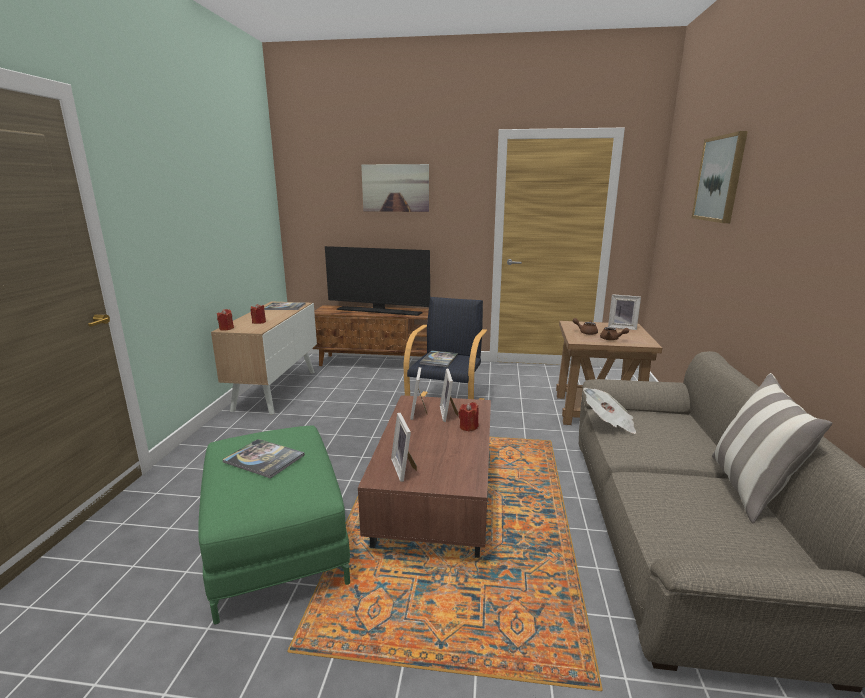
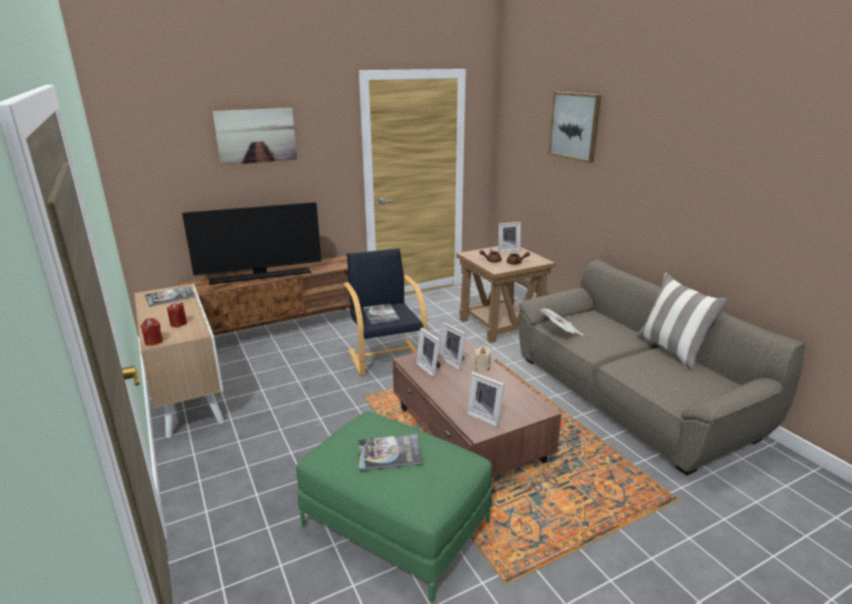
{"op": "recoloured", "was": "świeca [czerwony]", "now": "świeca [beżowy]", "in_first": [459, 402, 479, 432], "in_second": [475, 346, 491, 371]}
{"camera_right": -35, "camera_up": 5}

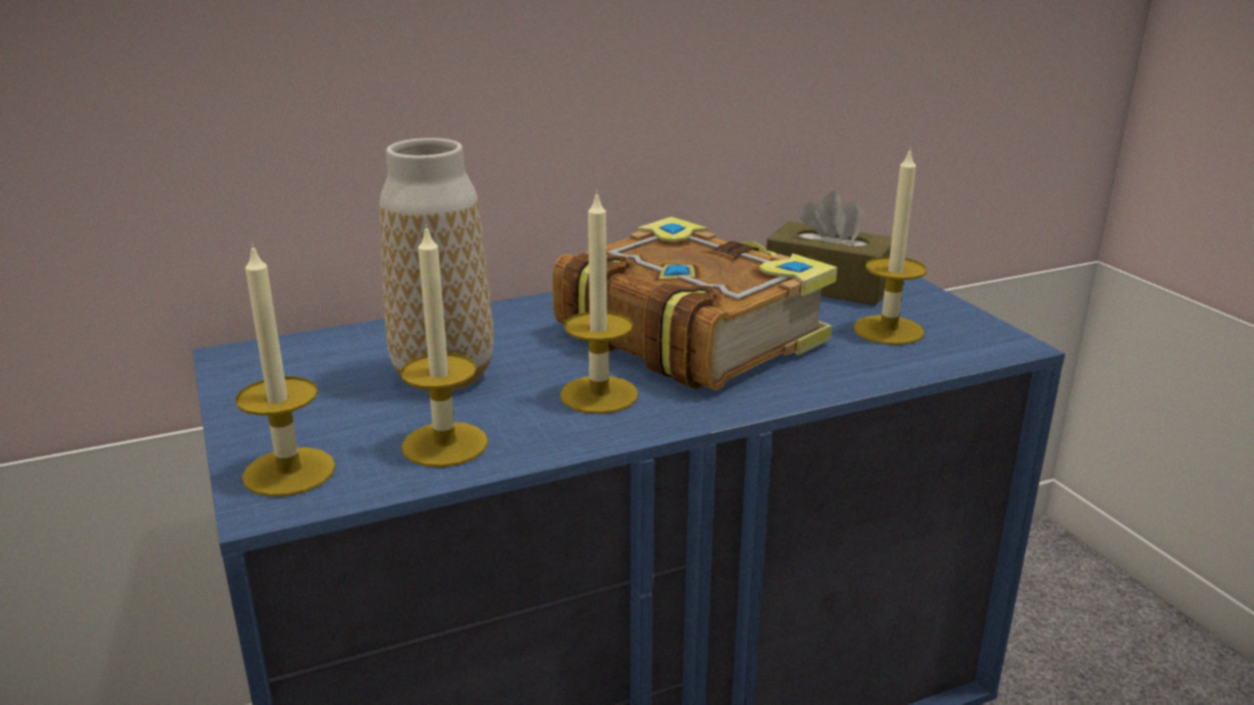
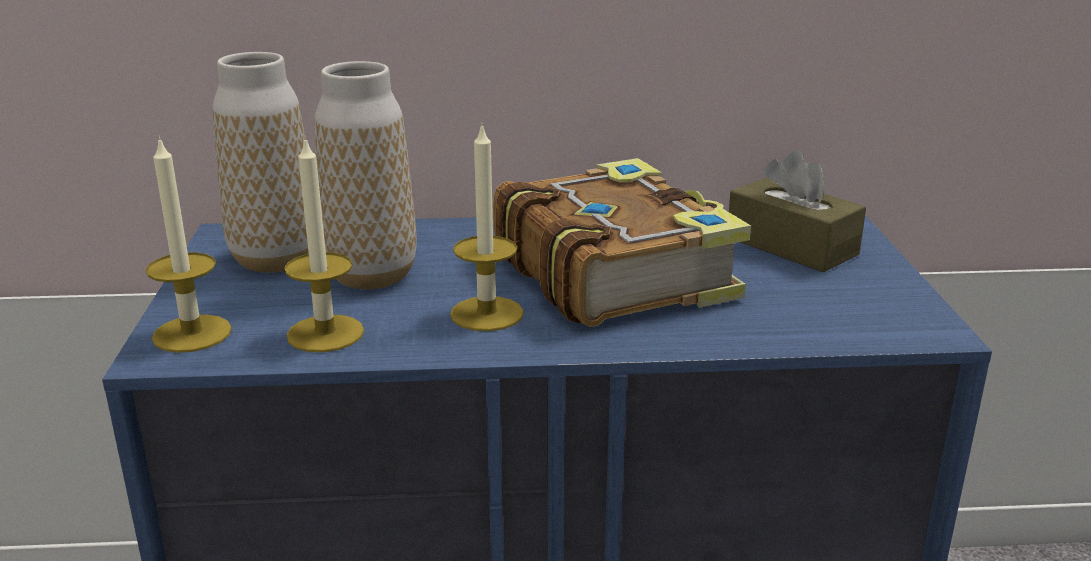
{"op": "removed", "was": "świeca", "in_first": [854, 147, 927, 345]}
{"op": "added", "now": "wazon", "in_second": [213, 52, 309, 273]}
{"camera_right": 20, "camera_up": 0}

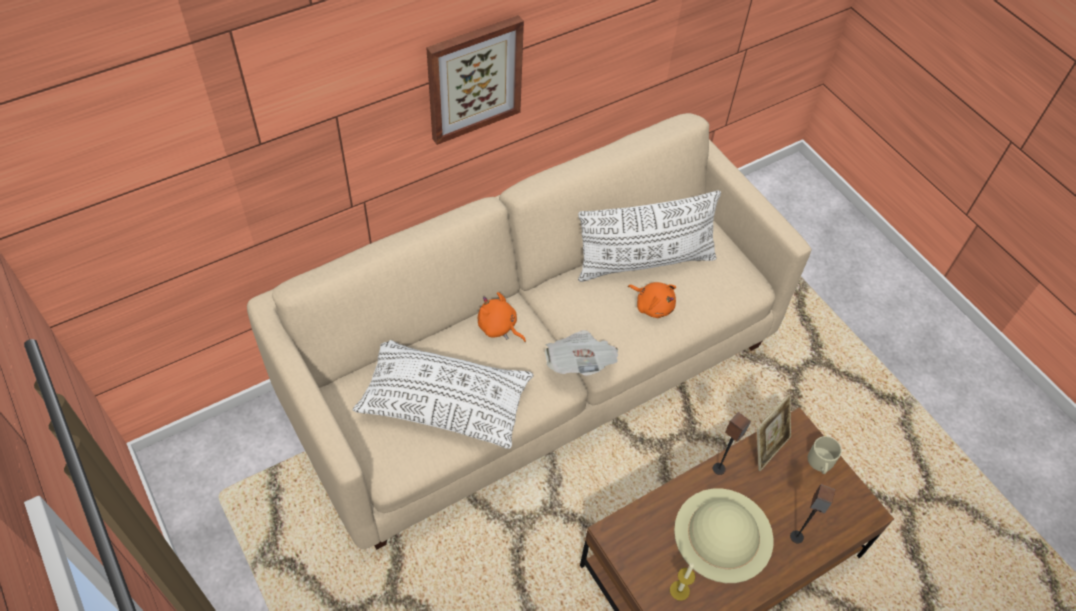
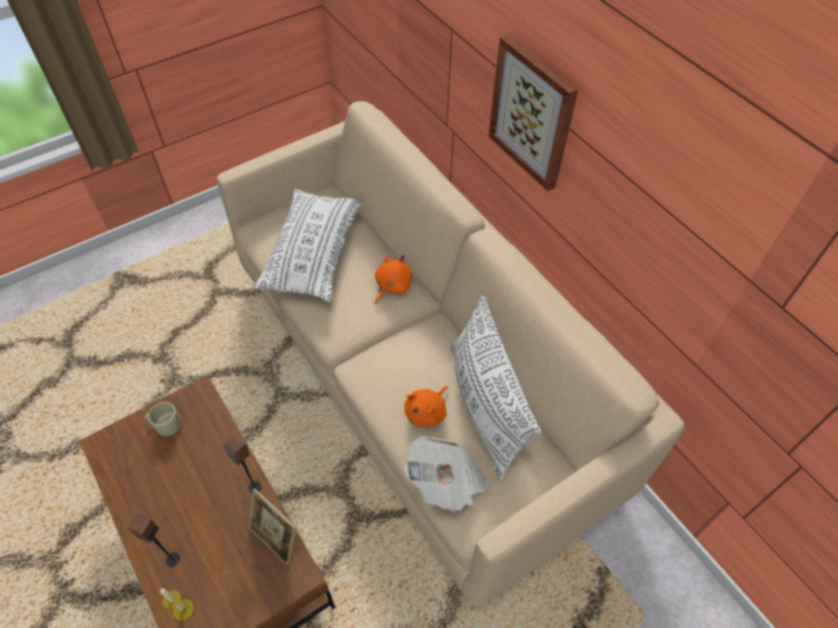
{"op": "moved", "was": "gazeta", "in_first": [545, 330, 618, 376], "in_second": [403, 436, 491, 512]}
{"op": "moved", "was": "kubek [beżowy]", "in_first": [808, 436, 842, 474], "in_second": [145, 402, 181, 436]}
{"op": "removed", "was": "kapelusz [beżowy]", "in_first": [674, 489, 774, 583]}
{"op": "moved", "was": "świeca", "in_first": [670, 563, 695, 601], "in_second": [160, 588, 194, 621]}
{"camera_right": 90, "camera_up": 0}

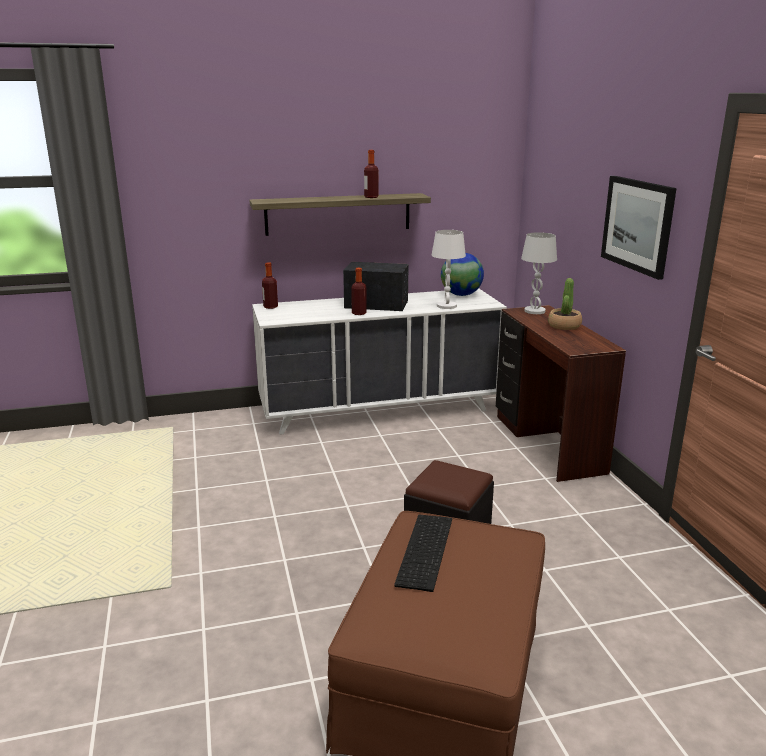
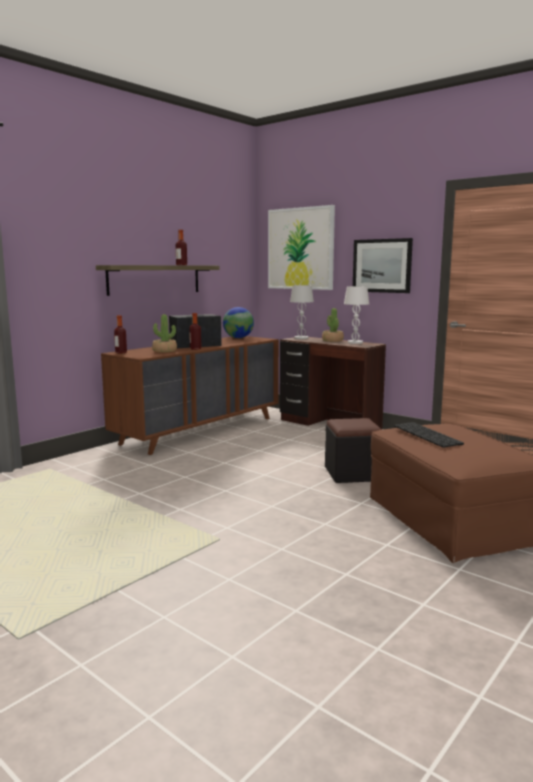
{"op": "moved", "was": "lampa stołowa [biały]", "in_first": [432, 230, 466, 309], "in_second": [344, 286, 369, 344]}
{"op": "recoloured", "was": "komoda [biały]", "now": "komoda [brązowy]", "in_first": [252, 288, 507, 435], "in_second": [101, 336, 279, 455]}
{"op": "added", "now": "obraz", "in_second": [268, 205, 335, 290]}
{"op": "added", "now": "roślina doniczkowa", "in_second": [152, 314, 177, 352]}
{"camera_right": -35, "camera_up": -10}

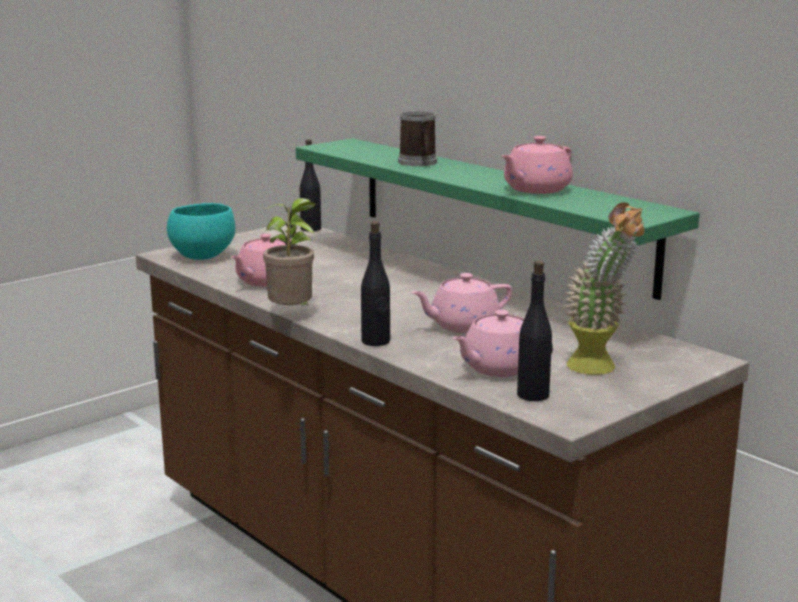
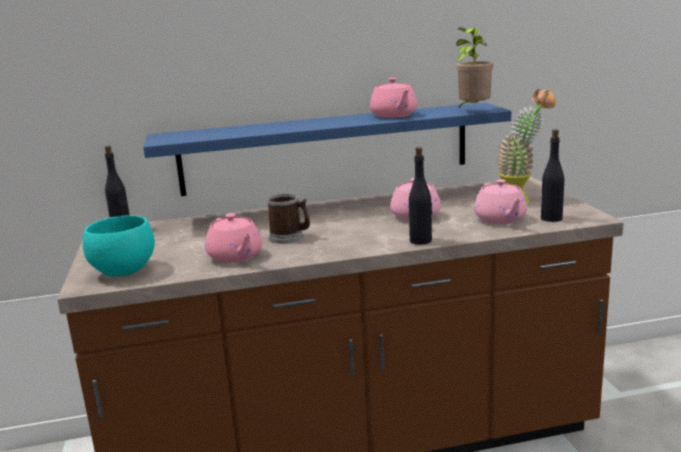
{"op": "moved", "was": "kubek", "in_first": [398, 112, 437, 166], "in_second": [267, 194, 310, 244]}
{"op": "recoloured", "was": "półka [zielony]", "now": "półka [niebieski]", "in_first": [296, 138, 700, 300], "in_second": [143, 102, 511, 196]}
{"op": "moved", "was": "roślina doniczkowa", "in_first": [262, 198, 317, 305], "in_second": [456, 26, 493, 108]}
{"camera_right": -60, "camera_up": 0}

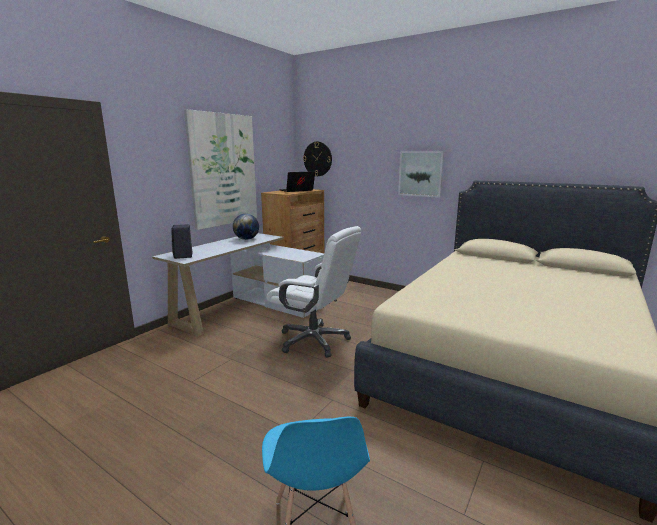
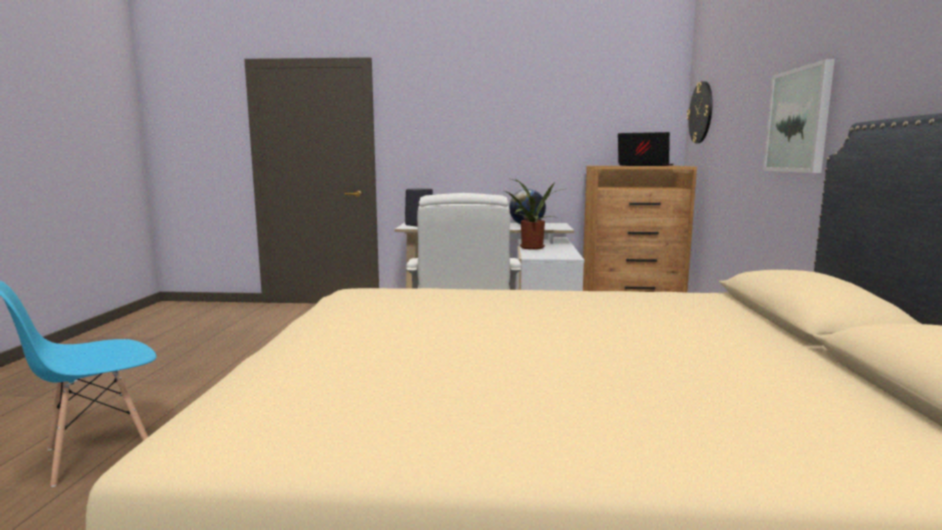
{"op": "removed", "was": "obraz", "in_first": [184, 109, 257, 230]}
{"op": "added", "now": "roślina doniczkowa", "in_second": [504, 179, 563, 250]}
{"camera_right": 60, "camera_up": -5}

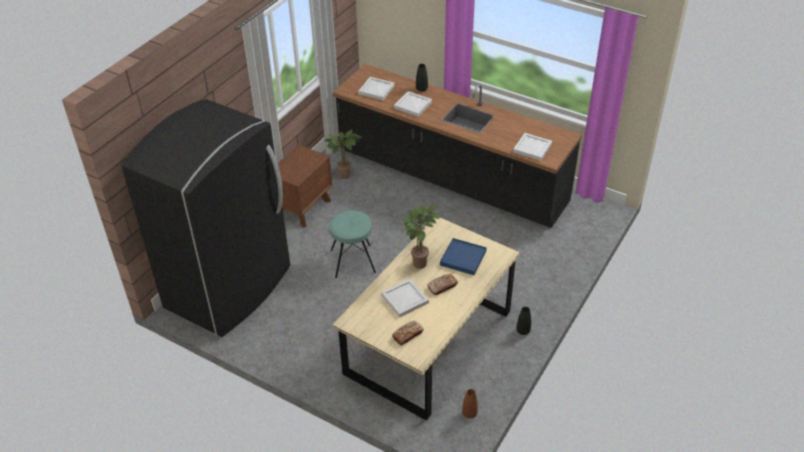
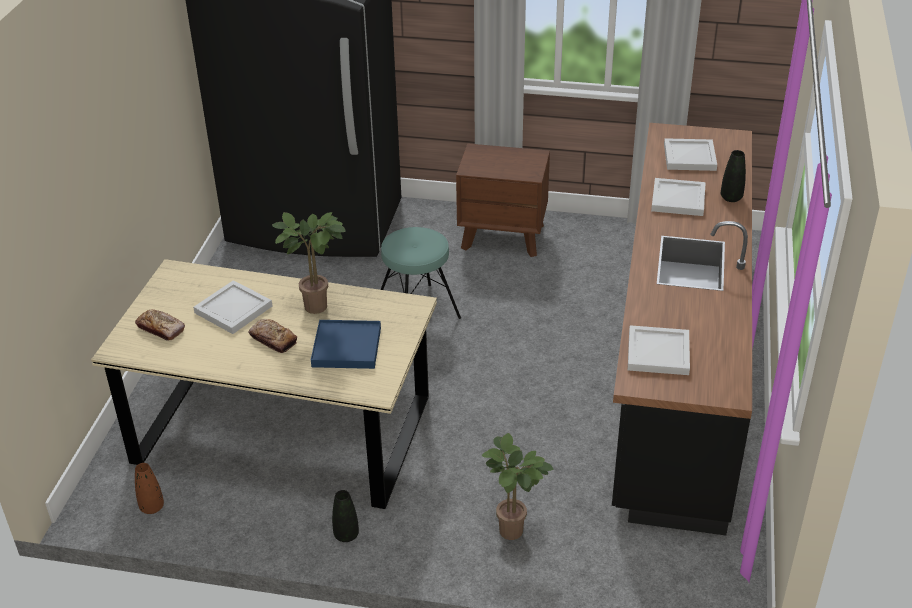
{"op": "moved", "was": "roślina doniczkowa", "in_first": [324, 130, 362, 179], "in_second": [482, 433, 553, 540]}
{"camera_right": 70, "camera_up": -5}

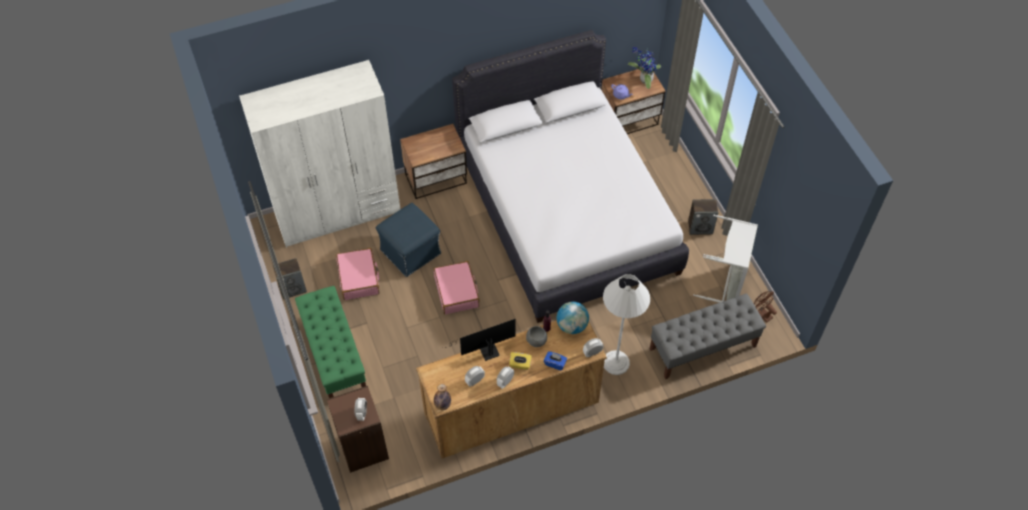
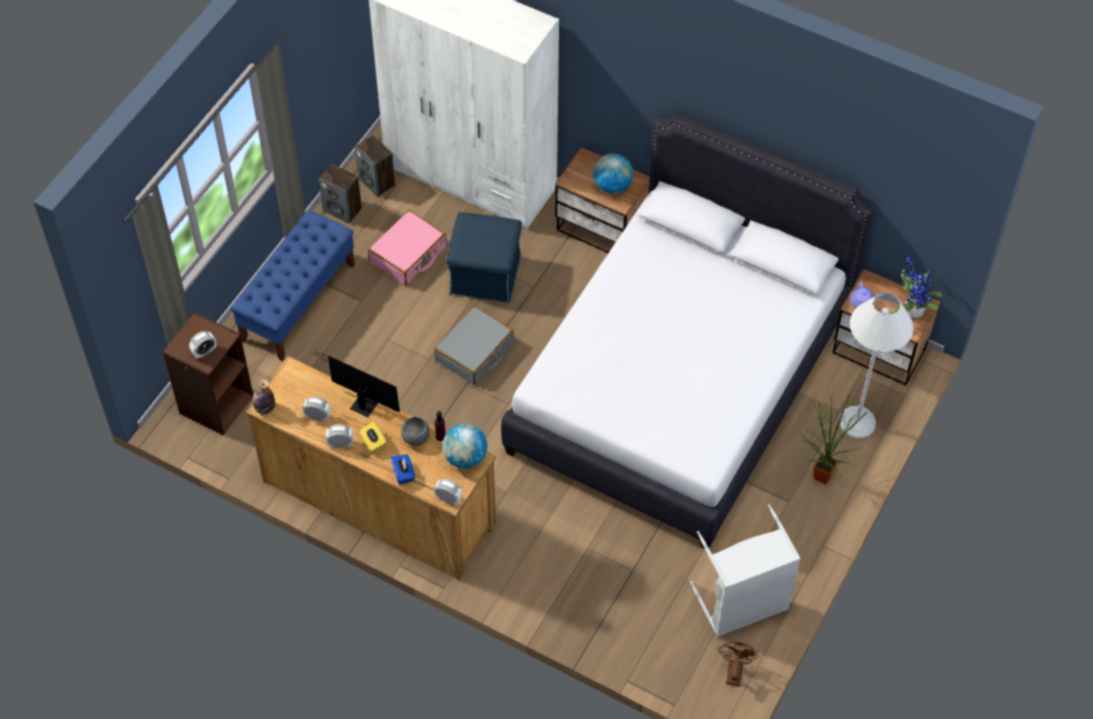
{"op": "moved", "was": "głośnik", "in_first": [688, 199, 719, 235], "in_second": [355, 135, 396, 197]}
{"op": "recoloured", "was": "walizka [różowy]", "now": "walizka [szary]", "in_first": [433, 261, 480, 314], "in_second": [434, 306, 514, 385]}
{"op": "moved", "was": "lampa stojąca [biały]", "in_first": [603, 274, 650, 375], "in_second": [839, 293, 914, 438]}
{"op": "recoloured", "was": "ławka [zielony]", "now": "ławka [niebieski]", "in_first": [295, 286, 366, 398], "in_second": [231, 210, 355, 361]}
{"op": "removed", "was": "ławka [szary]", "in_first": [650, 294, 766, 379]}
{"op": "added", "now": "globus", "in_second": [593, 154, 633, 194]}
{"op": "added", "now": "roślina doniczkowa", "in_second": [799, 396, 868, 485]}
{"camera_right": 50, "camera_up": 0}

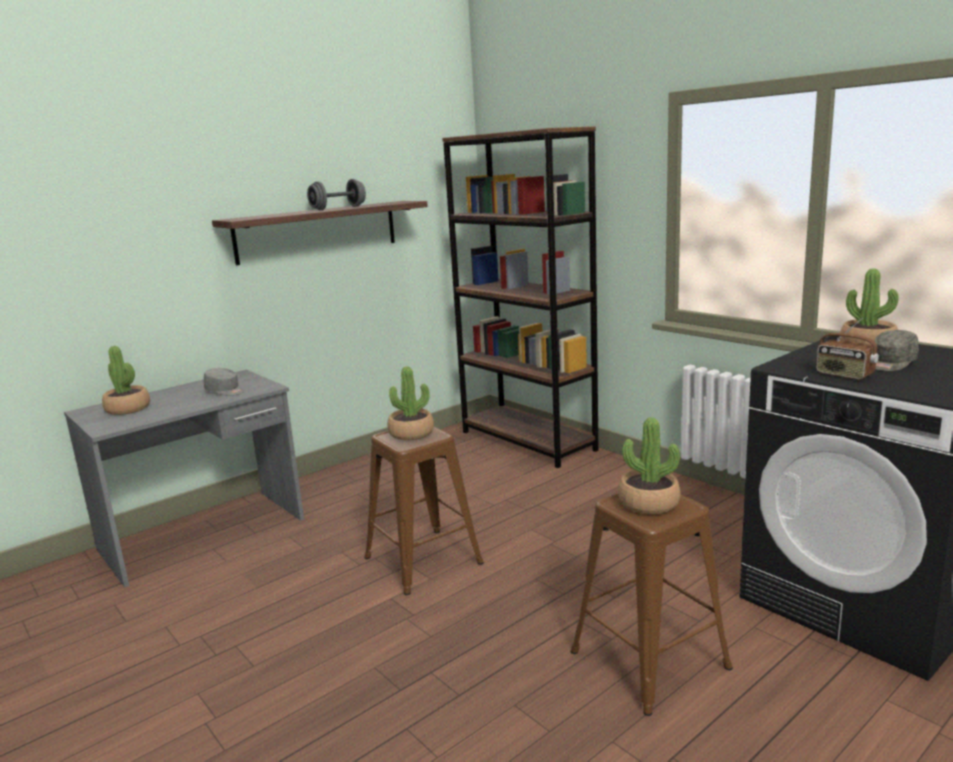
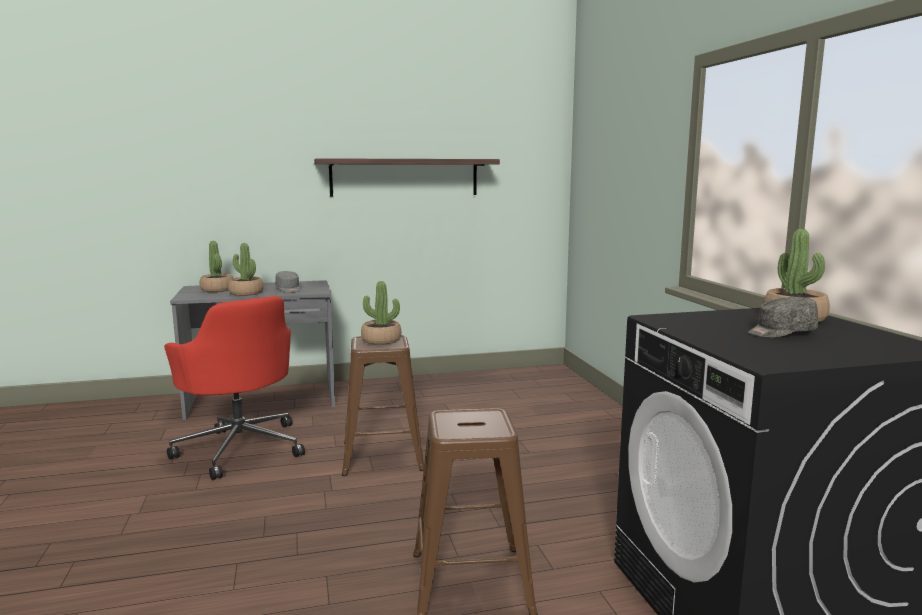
{"op": "removed", "was": "regał [brązowy]", "in_first": [442, 126, 599, 468]}
{"op": "removed", "was": "hantel [szary]", "in_first": [307, 179, 366, 210]}
{"op": "removed", "was": "radio", "in_first": [816, 318, 879, 380]}
{"op": "moved", "was": "roślina doniczkowa", "in_first": [619, 417, 680, 514], "in_second": [228, 243, 264, 296]}
{"op": "added", "now": "krzesło biurowe [czerwony]", "in_second": [164, 296, 305, 480]}
{"camera_right": 25, "camera_up": -5}

